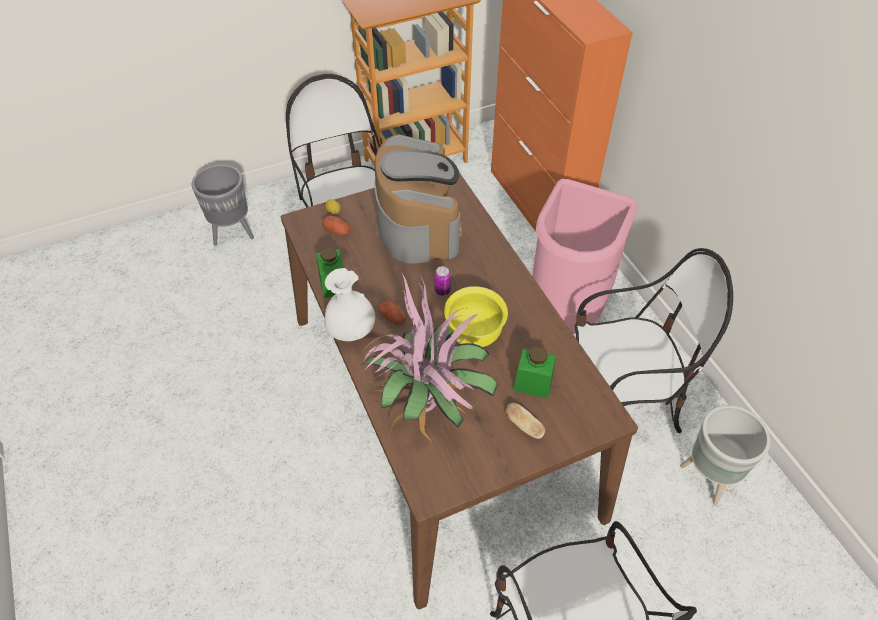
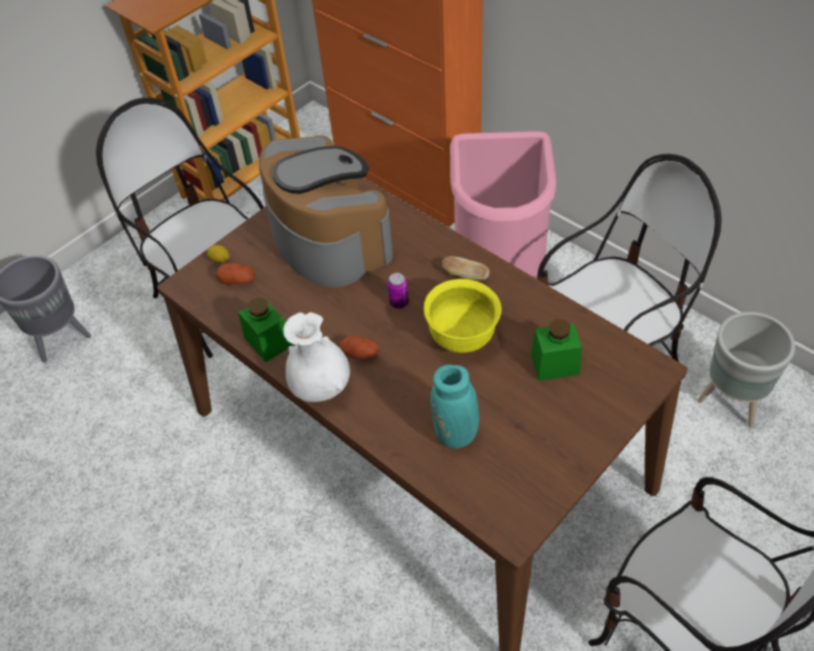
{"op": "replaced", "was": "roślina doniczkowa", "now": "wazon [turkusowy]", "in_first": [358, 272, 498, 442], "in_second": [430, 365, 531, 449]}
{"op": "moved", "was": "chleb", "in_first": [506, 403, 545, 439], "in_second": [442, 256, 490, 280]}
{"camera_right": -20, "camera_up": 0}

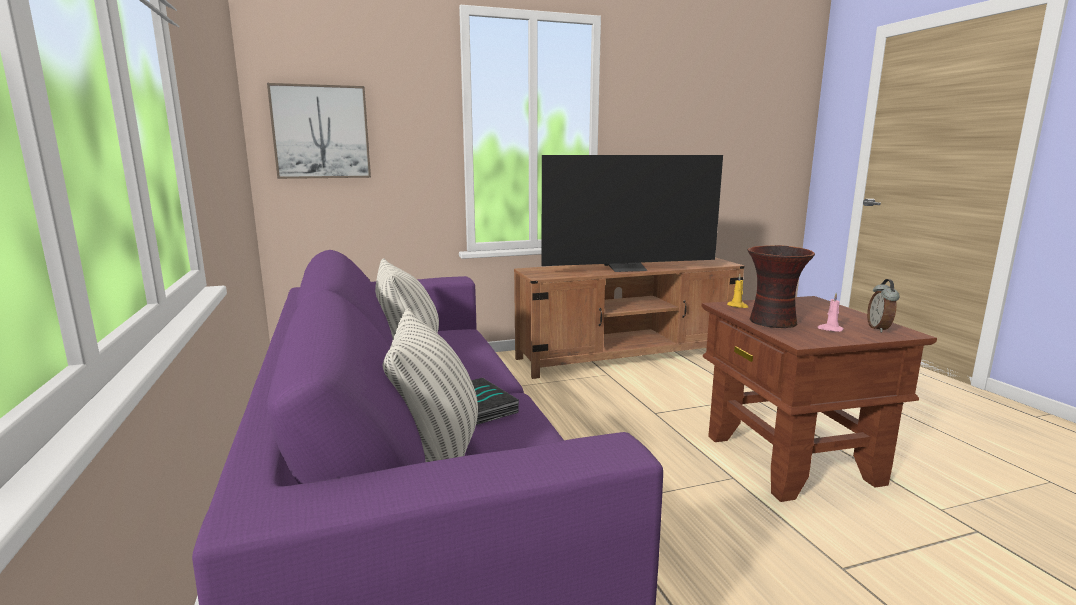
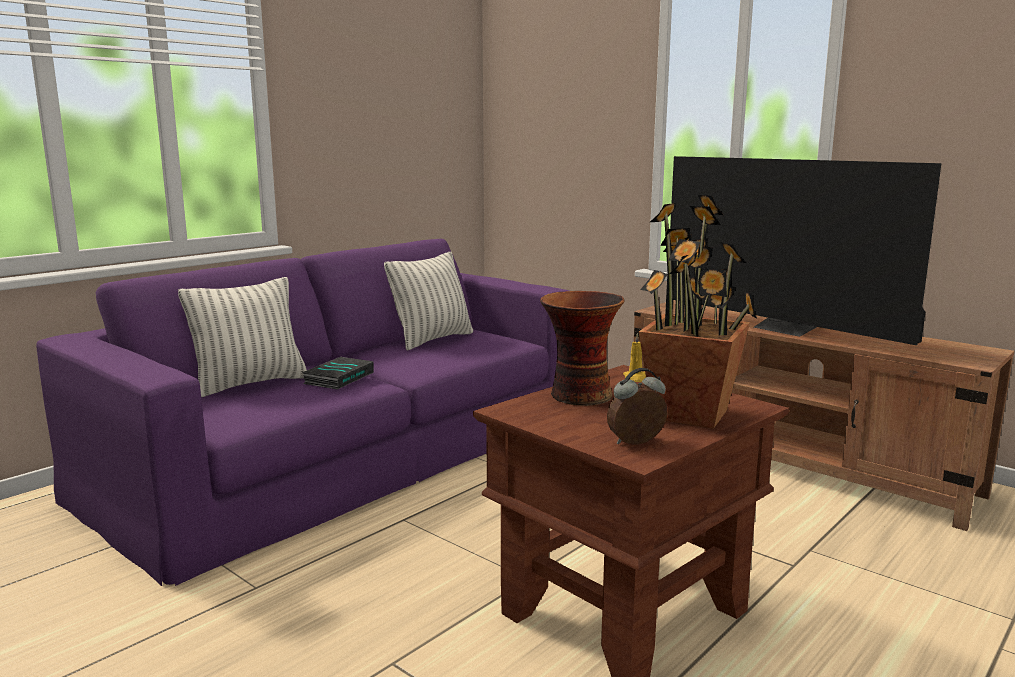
{"op": "removed", "was": "obraz", "in_first": [267, 83, 371, 179]}
{"op": "removed", "was": "świeca [różowy]", "in_first": [818, 293, 844, 332]}
{"op": "added", "now": "roślina doniczkowa", "in_second": [639, 195, 757, 429]}
{"camera_right": 60, "camera_up": 0}

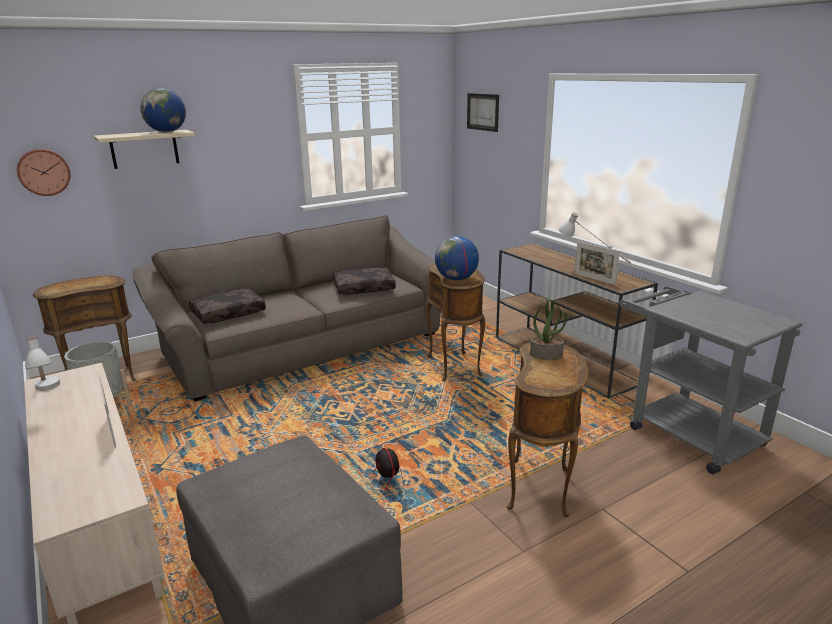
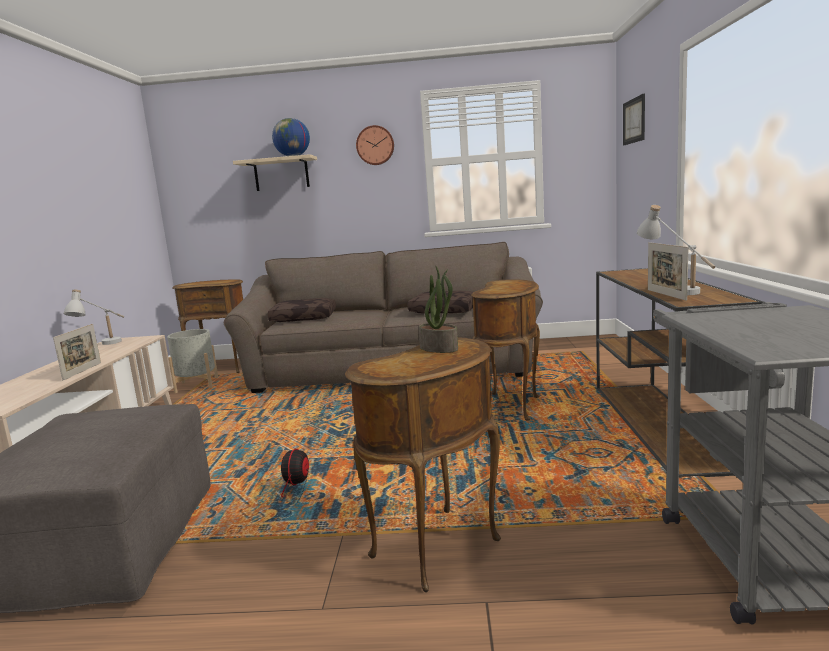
{"op": "moved", "was": "zegar ścienny", "in_first": [17, 149, 71, 196], "in_second": [356, 125, 394, 165]}
{"op": "removed", "was": "globus", "in_first": [435, 236, 479, 280]}
{"camera_right": 35, "camera_up": -10}

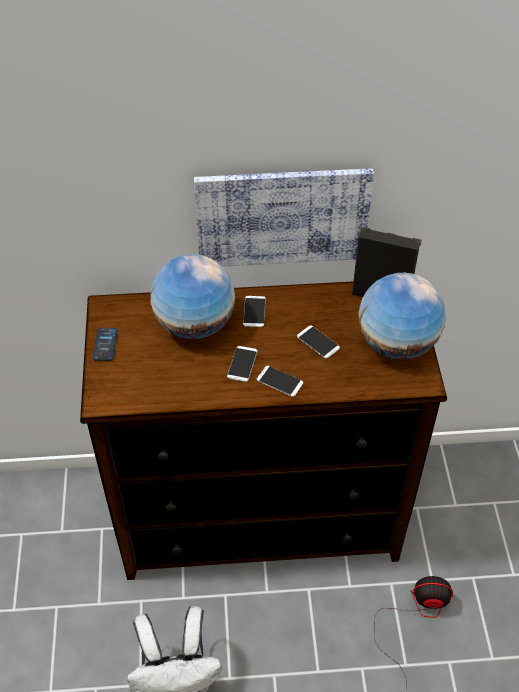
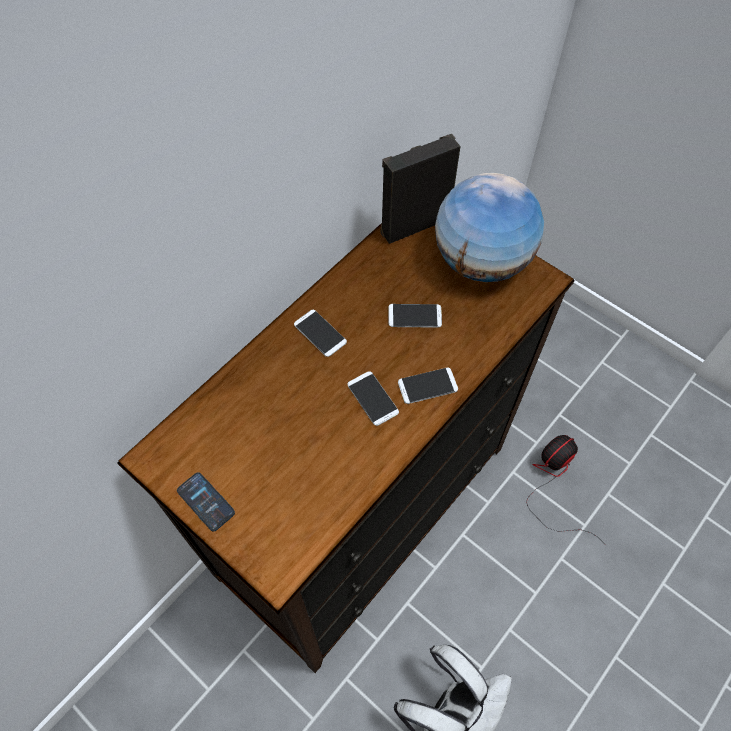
{"op": "removed", "was": "obraz", "in_first": [194, 168, 374, 267]}
{"op": "removed", "was": "globus", "in_first": [150, 254, 235, 339]}
{"camera_right": -45, "camera_up": 10}

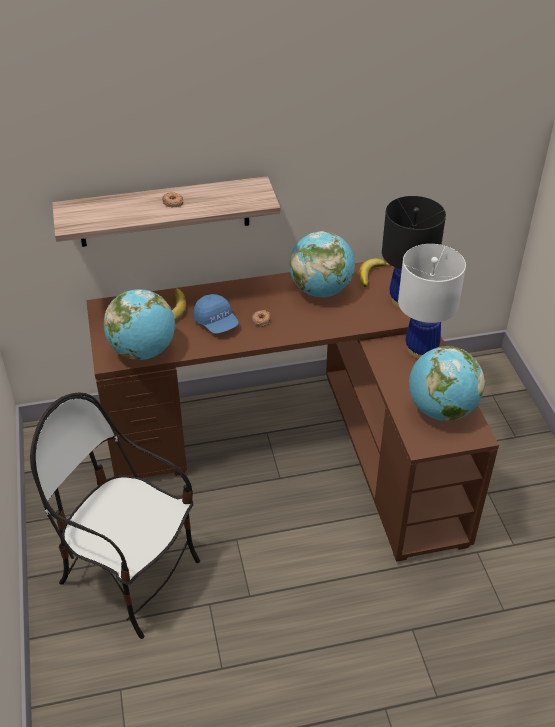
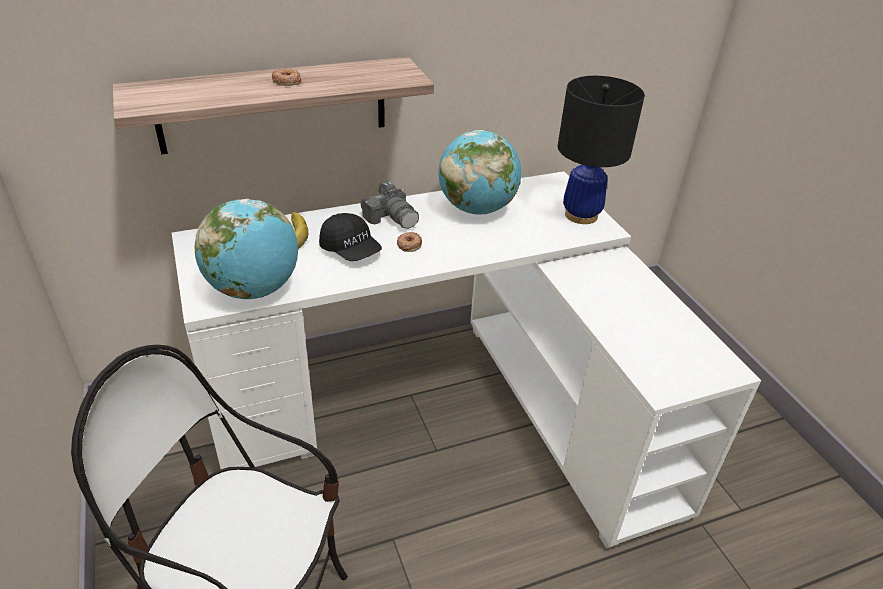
{"op": "removed", "was": "lampa stołowa [biały]", "in_first": [398, 244, 466, 359]}
{"op": "removed", "was": "banan", "in_first": [359, 258, 392, 287]}
{"op": "recoloured", "was": "biurko [brązowy]", "now": "biurko [biały]", "in_first": [86, 259, 499, 562], "in_second": [172, 171, 761, 549]}
{"op": "recoloured", "was": "czapka z daszkiem [niebieski]", "now": "czapka z daszkiem [czarny]", "in_first": [193, 294, 239, 334], "in_second": [319, 213, 382, 261]}
{"op": "removed", "was": "globus", "in_first": [409, 346, 485, 421]}
{"op": "added", "now": "aparat fotograficzny", "in_second": [361, 181, 419, 229]}
{"camera_right": -10, "camera_up": -5}

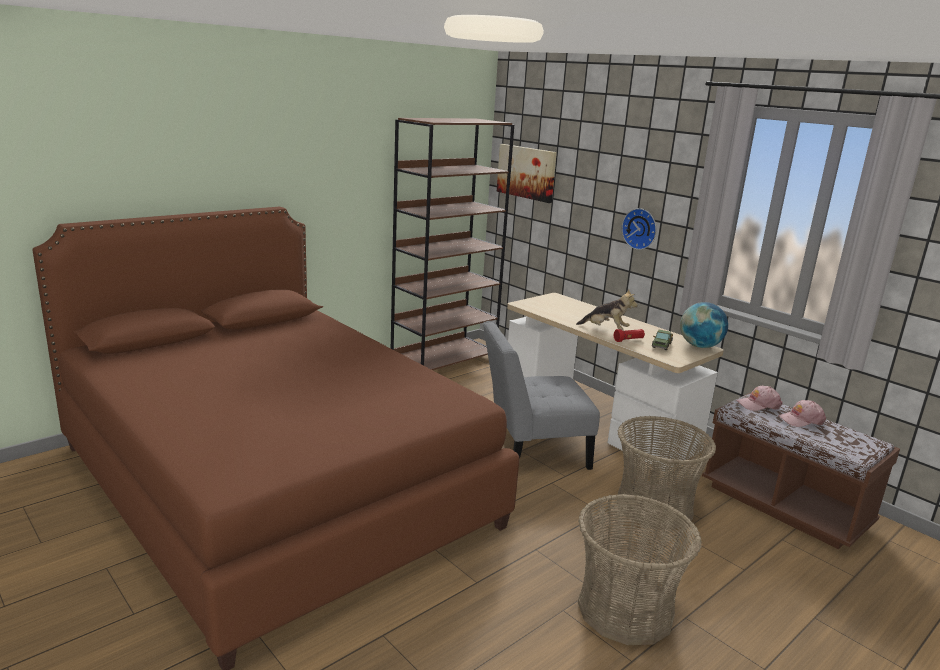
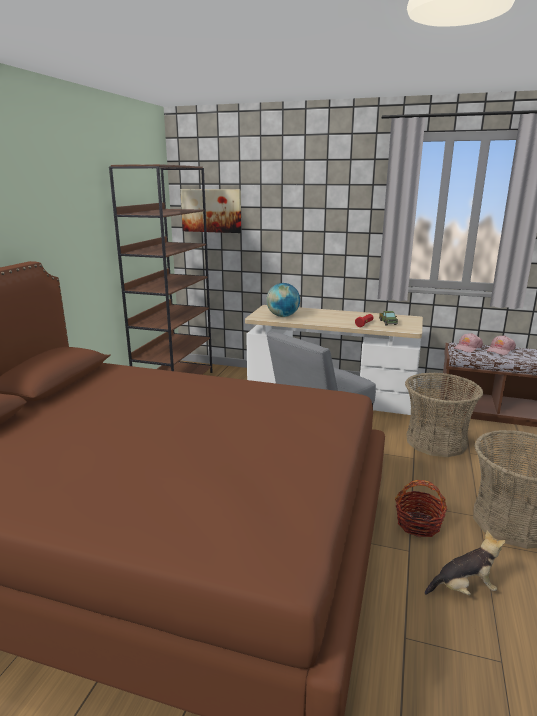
{"op": "removed", "was": "zegar ścienny", "in_first": [622, 208, 656, 250]}
{"op": "moved", "was": "pluszak", "in_first": [576, 289, 638, 330], "in_second": [425, 530, 505, 595]}
{"op": "moved", "was": "globus", "in_first": [680, 302, 728, 348], "in_second": [266, 283, 300, 317]}
{"op": "added", "now": "koszyk", "in_second": [395, 480, 447, 537]}
{"camera_right": -30, "camera_up": 0}

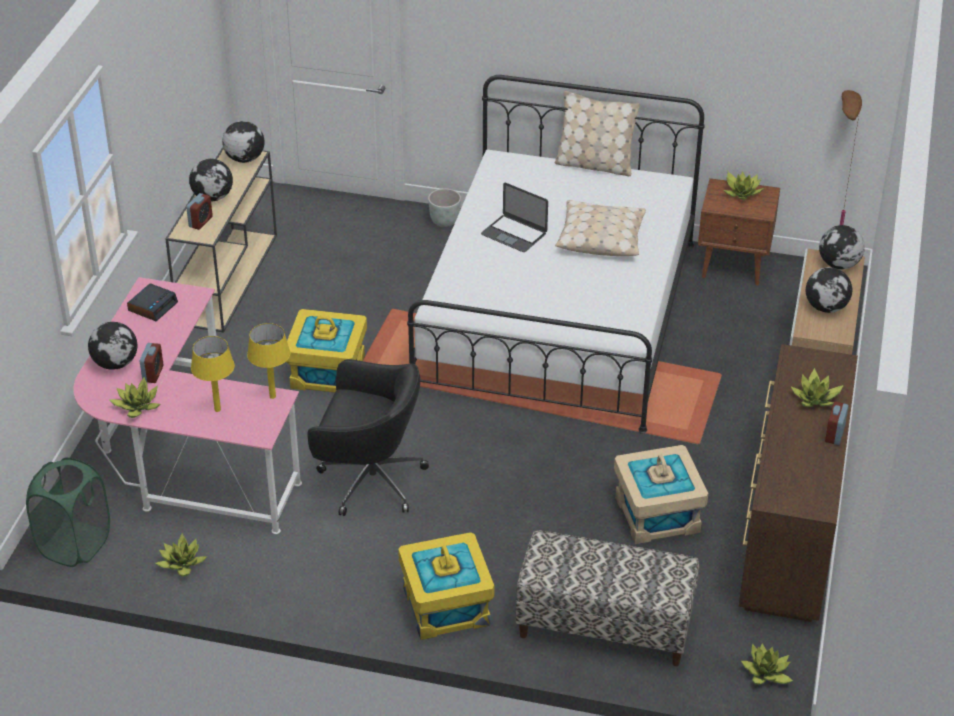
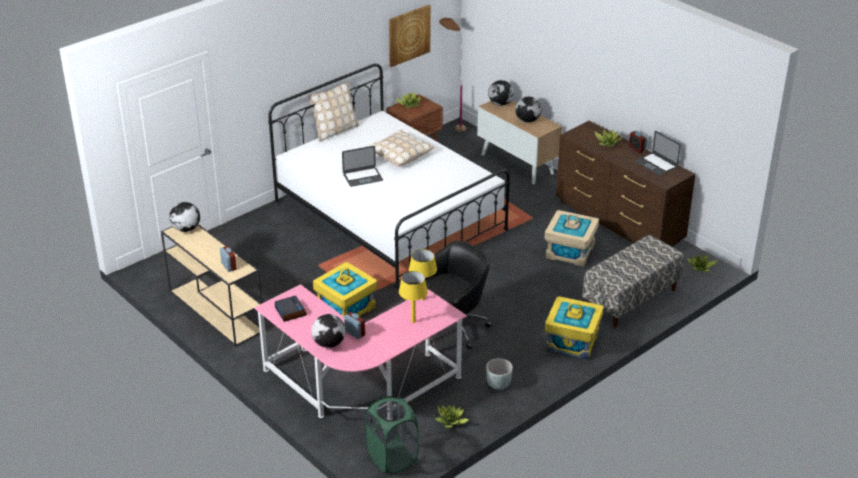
{"op": "removed", "was": "globus", "in_first": [189, 159, 233, 202]}
{"op": "moved", "was": "donica [szary]", "in_first": [428, 189, 461, 227], "in_second": [486, 358, 513, 390]}
{"op": "removed", "was": "roślina doniczkowa", "in_first": [108, 377, 160, 418]}
{"op": "added", "now": "obraz", "in_second": [389, 5, 431, 67]}
{"op": "added", "now": "laptop", "in_second": [635, 131, 681, 176]}
{"camera_right": -55, "camera_up": -5}

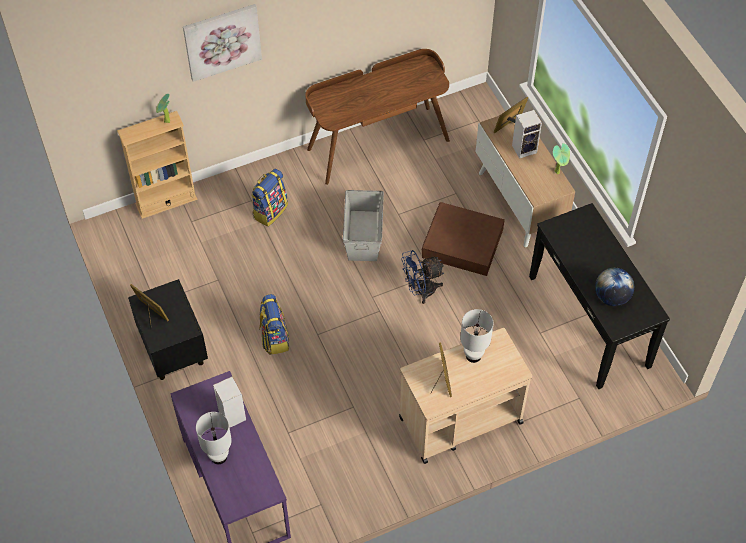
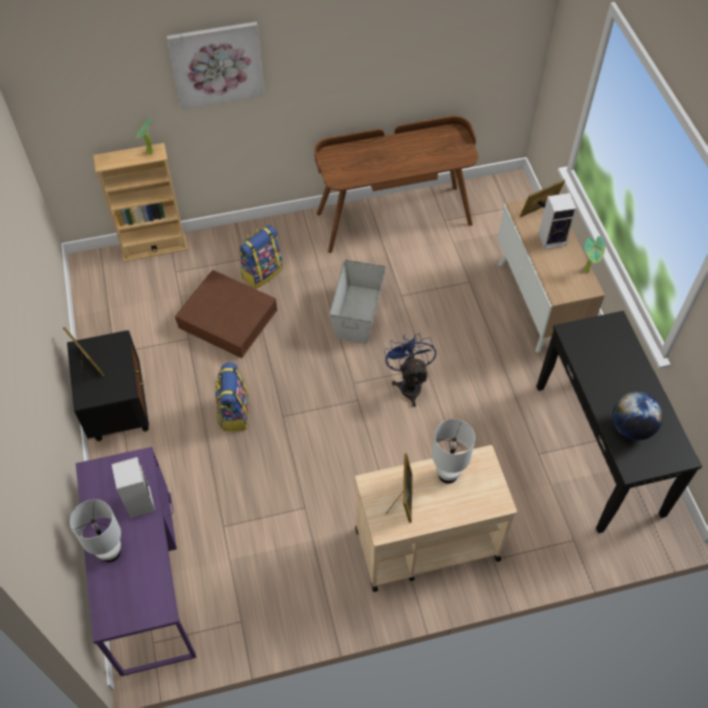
{"op": "moved", "was": "pojemnik do przechowywania [brązowy]", "in_first": [422, 202, 505, 276], "in_second": [175, 270, 277, 358]}
{"op": "turned", "was": "wentylator [niebieski]", "in_first": [401, 250, 444, 304], "in_second": [384, 333, 436, 407], "clockwise": 90}
{"camera_right": 10, "camera_up": 0}

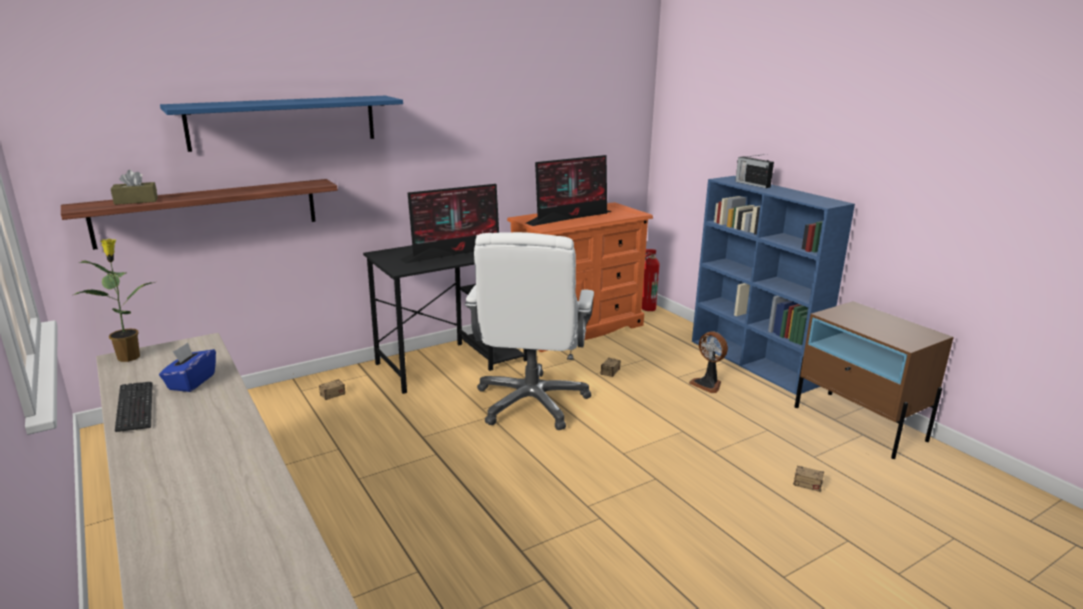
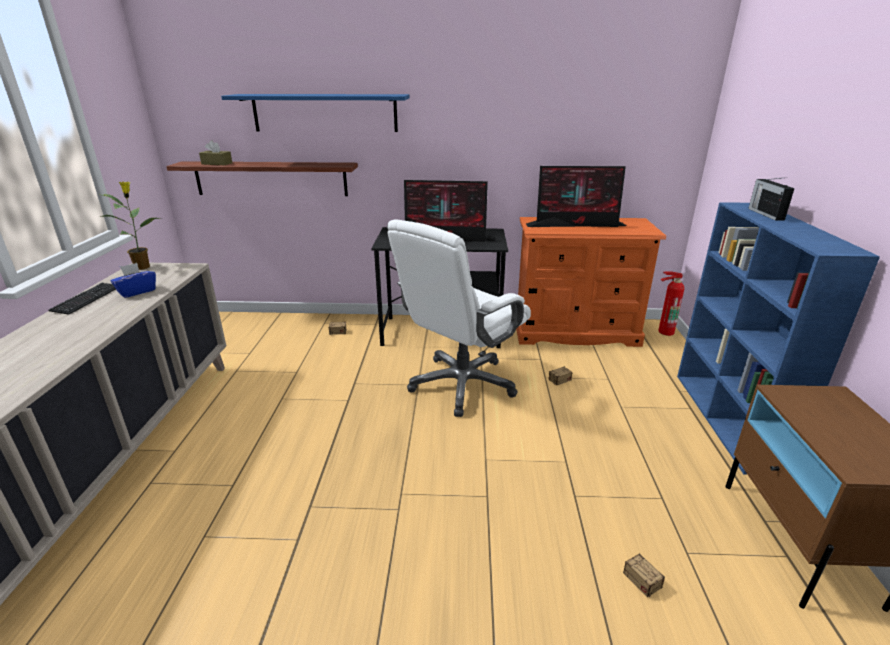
{"op": "removed", "was": "wentylator", "in_first": [689, 331, 728, 393]}
{"camera_right": 35, "camera_up": 5}

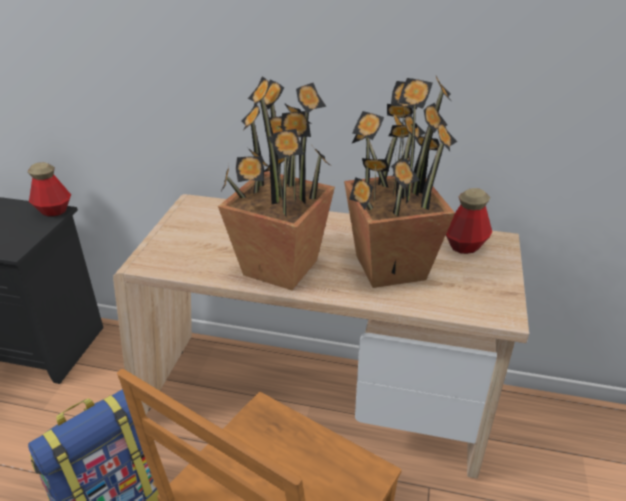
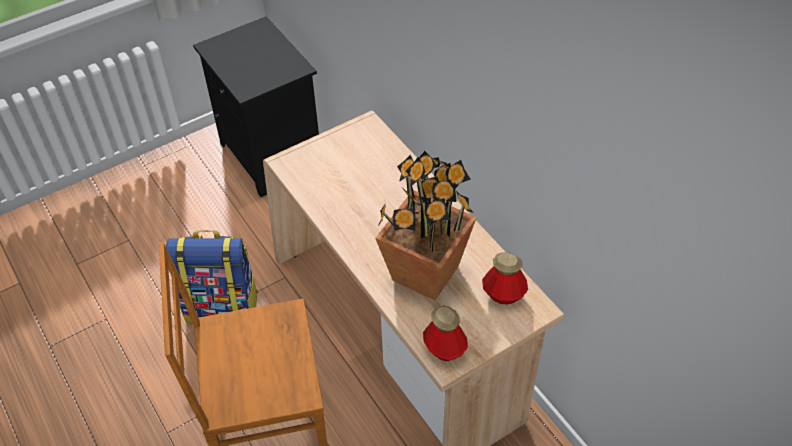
{"op": "removed", "was": "roślina doniczkowa", "in_first": [218, 76, 335, 290]}
{"op": "moved", "was": "butelka", "in_first": [27, 162, 71, 217], "in_second": [423, 305, 468, 361]}
{"camera_right": 45, "camera_up": 15}

